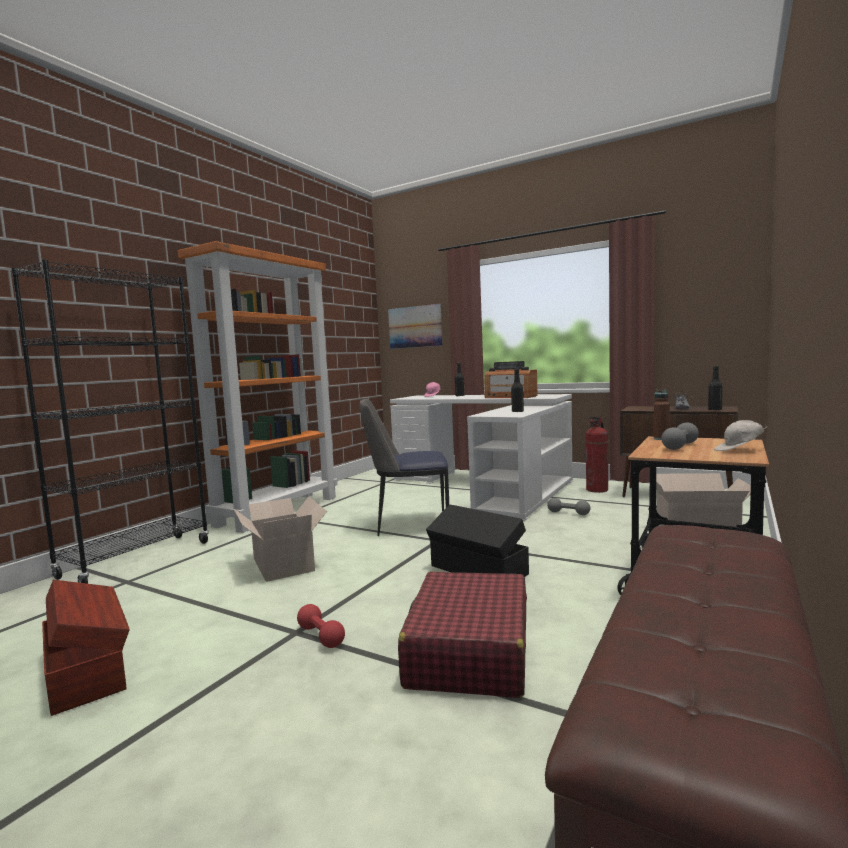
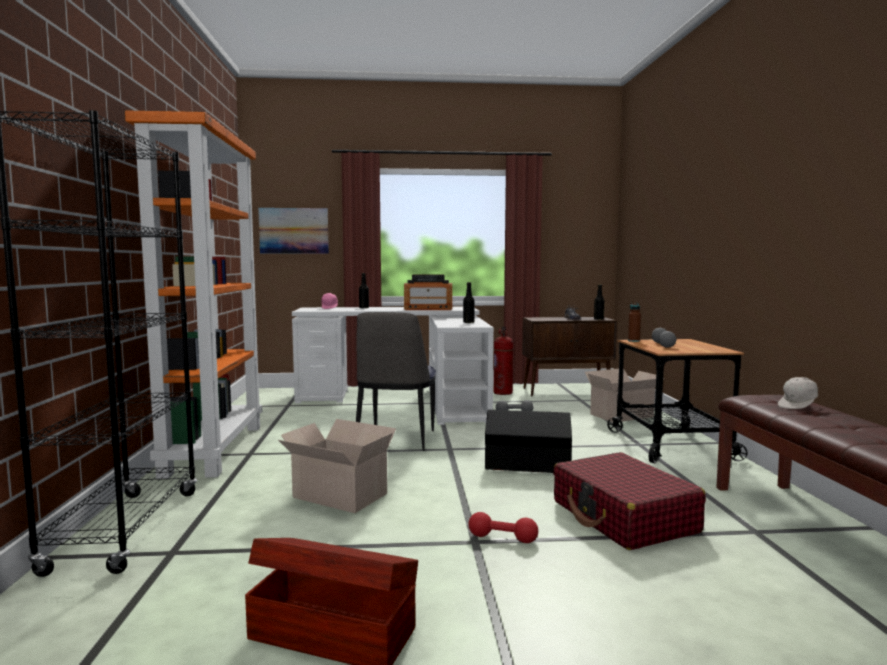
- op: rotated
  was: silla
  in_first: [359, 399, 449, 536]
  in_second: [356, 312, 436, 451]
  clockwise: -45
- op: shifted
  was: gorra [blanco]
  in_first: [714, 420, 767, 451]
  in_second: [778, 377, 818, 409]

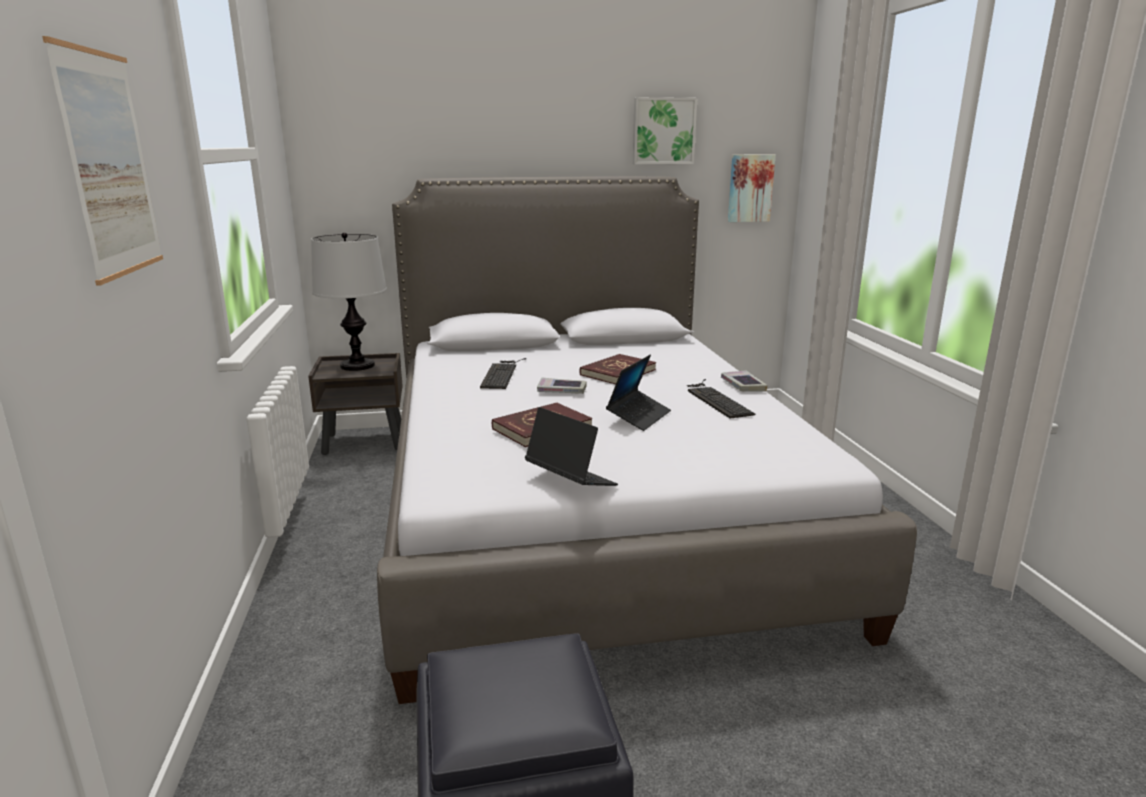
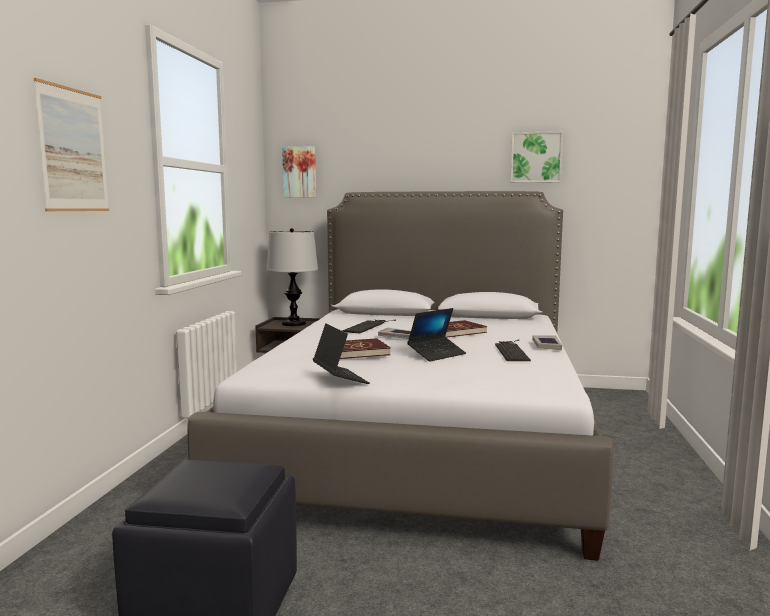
- op: shifted
  was: cuadro
  in_first: [728, 155, 776, 222]
  in_second: [282, 146, 316, 198]

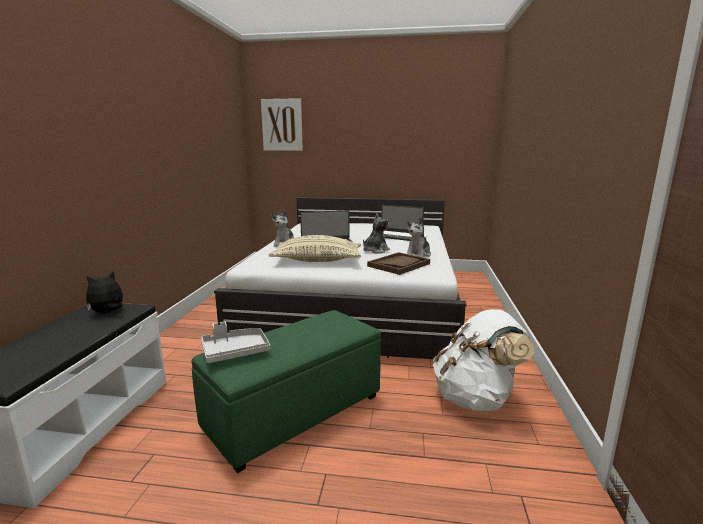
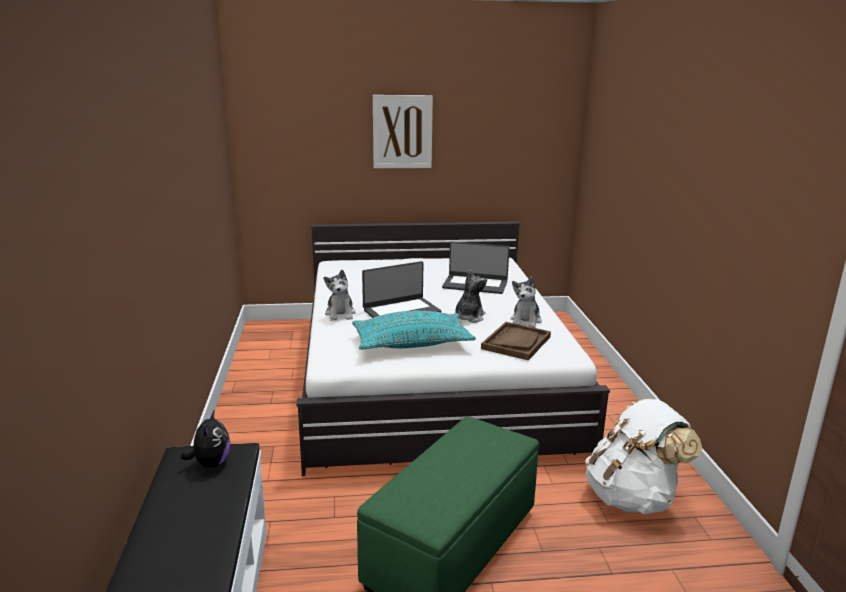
- op: rotated
  was: peluche
  in_first: [86, 270, 123, 313]
  in_second: [181, 411, 230, 467]
  clockwise: 150
- op: gone
  was: bandeja [gris]
  in_first: [201, 322, 270, 363]
- op: shifted
  was: cuadro
  in_first: [261, 98, 303, 151]
  in_second: [373, 95, 433, 168]
- op: repainted
  was: cojín [beis]
  now: cojín [turquesa]
  in_first: [268, 235, 361, 262]
  in_second: [352, 311, 476, 350]

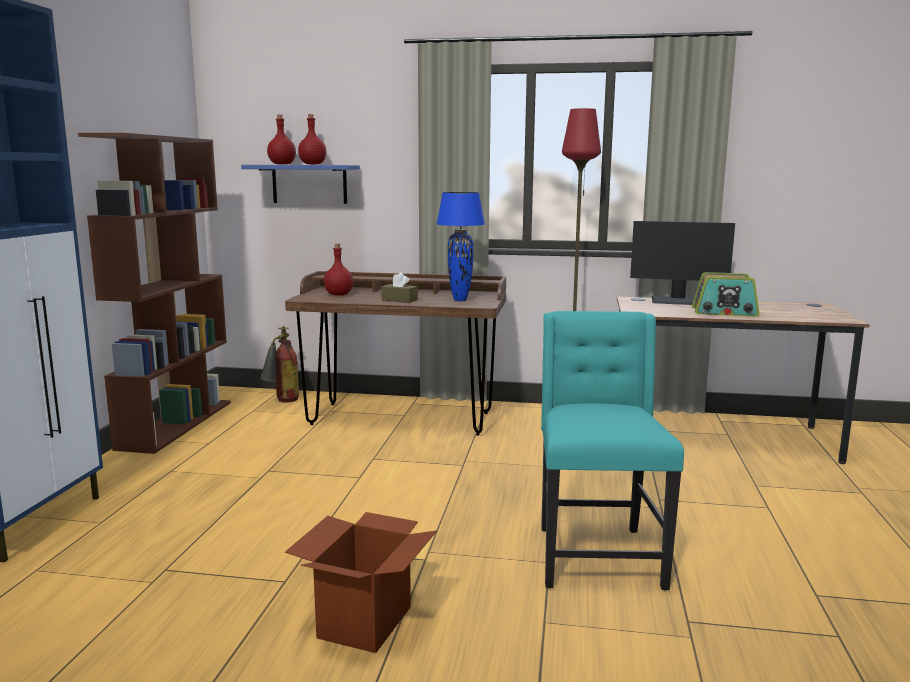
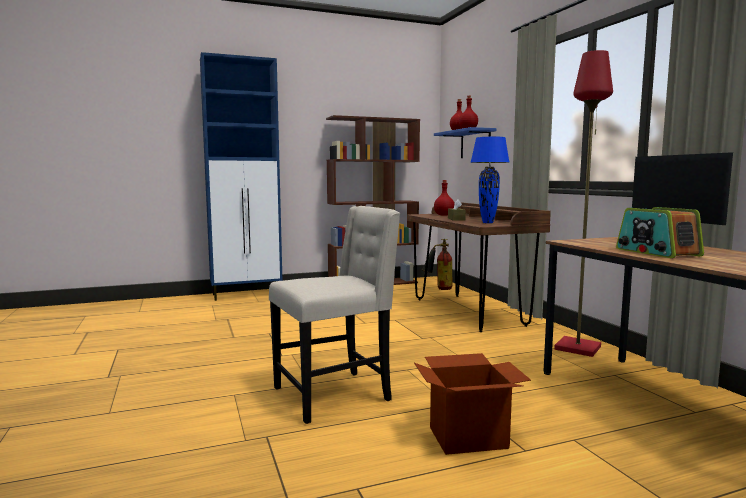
- op: shifted
  was: caja de cartón
  in_first: [285, 512, 437, 653]
  in_second: [414, 353, 531, 455]
- op: repainted
  was: silla [turquesa]
  now: silla [beis]
  in_first: [541, 311, 684, 590]
  in_second: [269, 206, 400, 424]

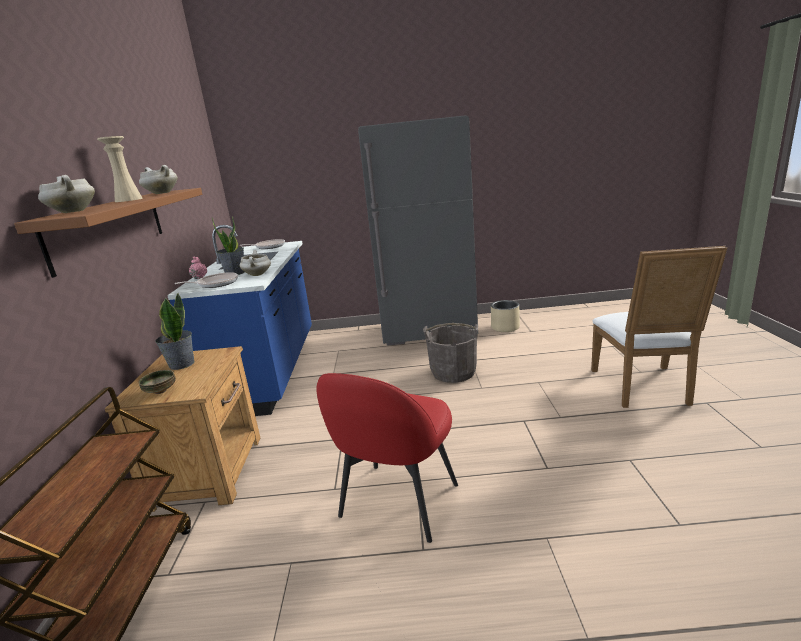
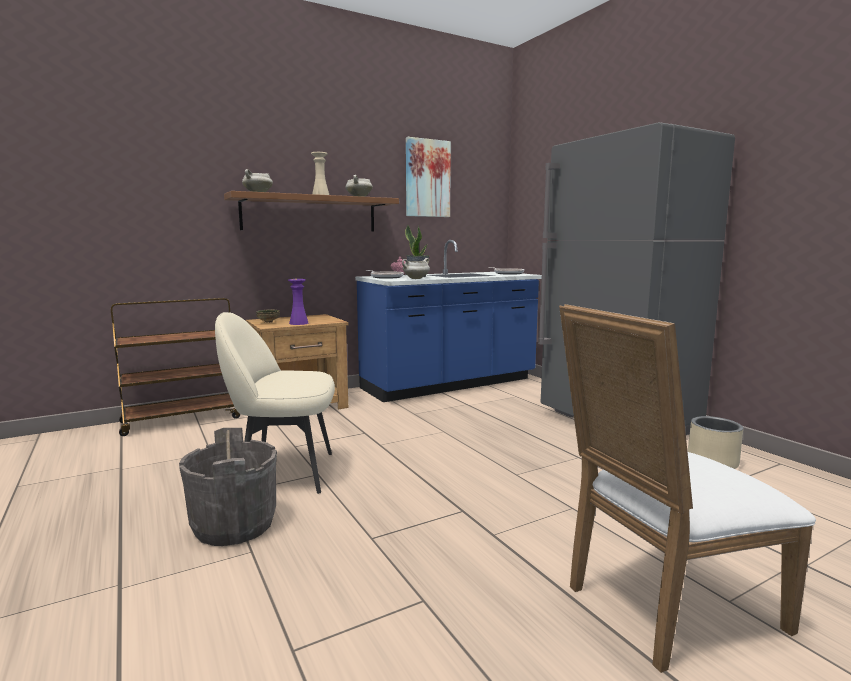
- op: gone
  was: planta en maceta
  in_first: [155, 293, 195, 370]
- op: repainted
  was: silla [rojo]
  now: silla [beis]
  in_first: [317, 373, 458, 543]
  in_second: [215, 312, 335, 494]
- op: shifted
  was: cubo [gris]
  in_first: [423, 323, 478, 383]
  in_second: [179, 428, 277, 546]
- op: new
  now: florero [morado]
  in_second: [288, 279, 308, 325]
- op: new
  now: cuadro
  in_second: [406, 137, 451, 217]

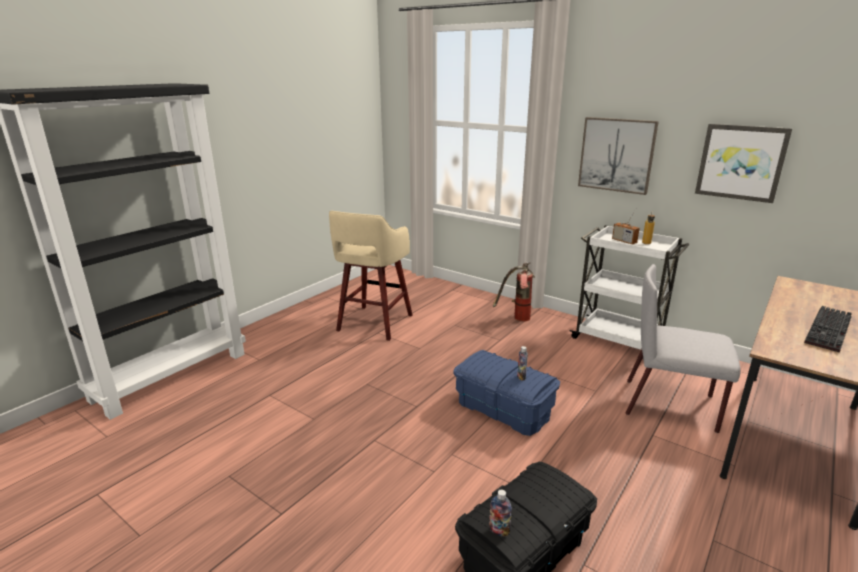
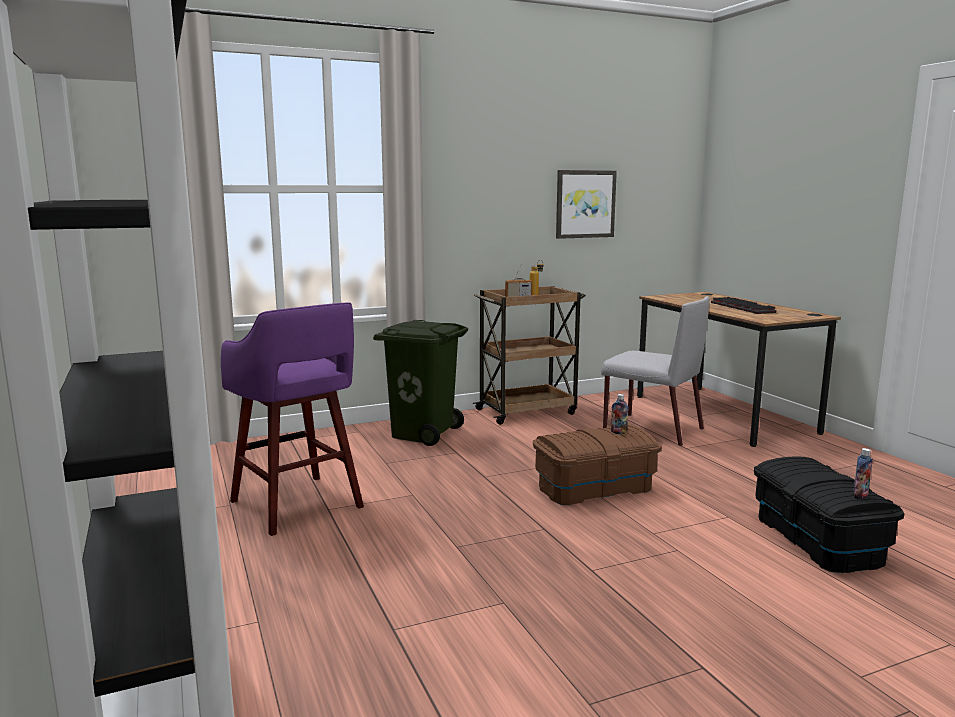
- op: repainted
  was: taburete [beis]
  now: taburete [morado]
  in_first: [329, 211, 413, 341]
  in_second: [221, 302, 364, 536]
- op: repainted
  was: caja de almacenaje [azul]
  now: caja de almacenaje [marrón]
  in_first: [453, 350, 560, 436]
  in_second: [533, 425, 662, 505]
- op: swapped
  was: extintor
  now: papelera [verde]
  in_first: [493, 262, 535, 322]
  in_second: [373, 320, 468, 446]
- op: repainted
  was: carrito [blanco]
  now: carrito [marrón]
  in_first: [570, 225, 689, 359]
  in_second: [473, 286, 586, 425]
- op: gone
  was: cuadro
  in_first: [578, 117, 659, 195]
- op: rotated
  was: silla [gris]
  in_first: [626, 264, 741, 433]
  in_second: [601, 296, 710, 446]
  clockwise: -105

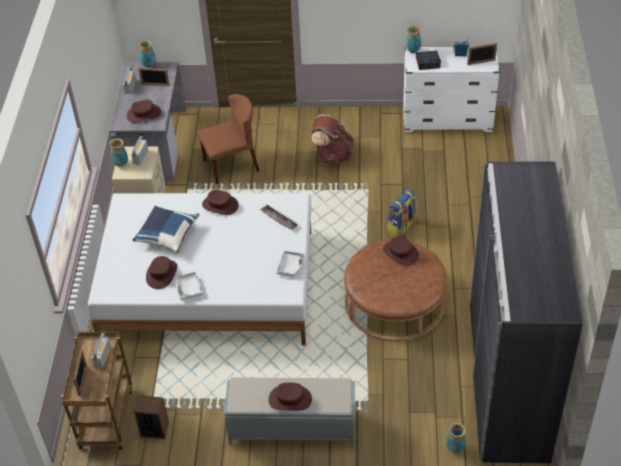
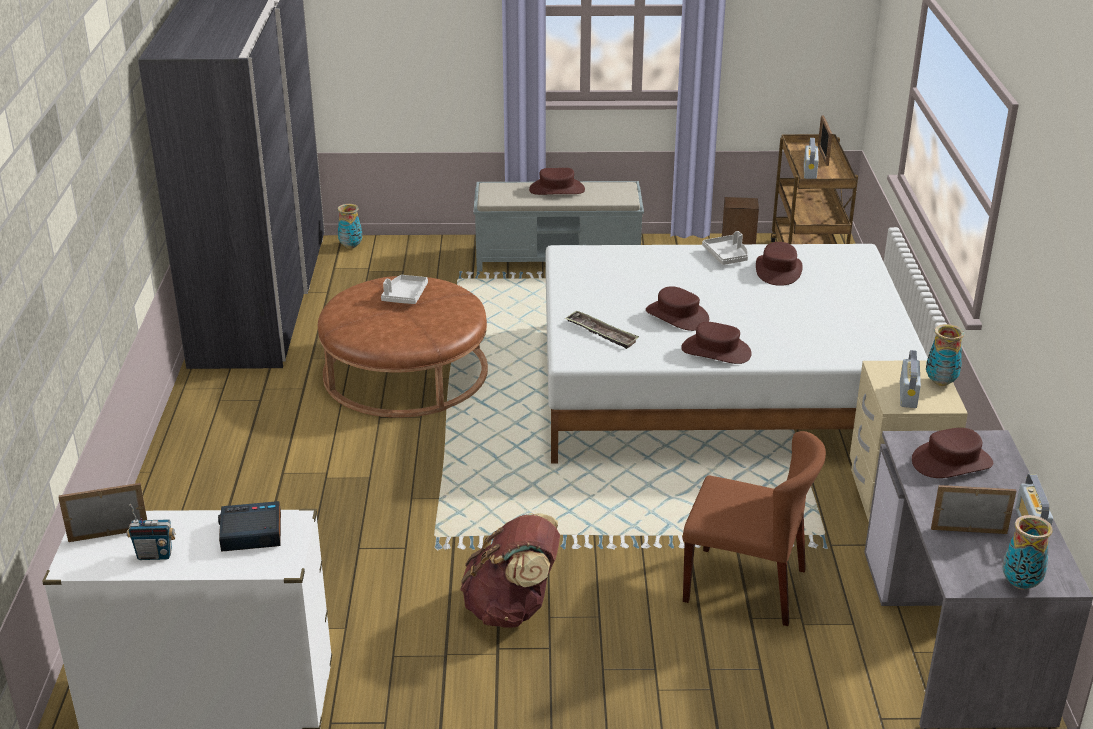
- op: gone
  was: cojín [azul]
  in_first: [132, 205, 199, 253]
- op: rotated
  was: silla [marrón]
  in_first: [197, 94, 259, 184]
  in_second: [683, 431, 826, 626]
  clockwise: -135
- op: shifted
  was: bandeja [gris]
  in_first: [277, 251, 305, 277]
  in_second: [381, 275, 428, 304]
- op: shifted
  was: sombrero [marrón]
  in_first: [383, 236, 419, 266]
  in_second: [646, 286, 709, 331]
- op: gone
  was: mochila
  in_first: [387, 189, 416, 237]
- op: gone
  was: florero
  in_first: [406, 26, 421, 53]

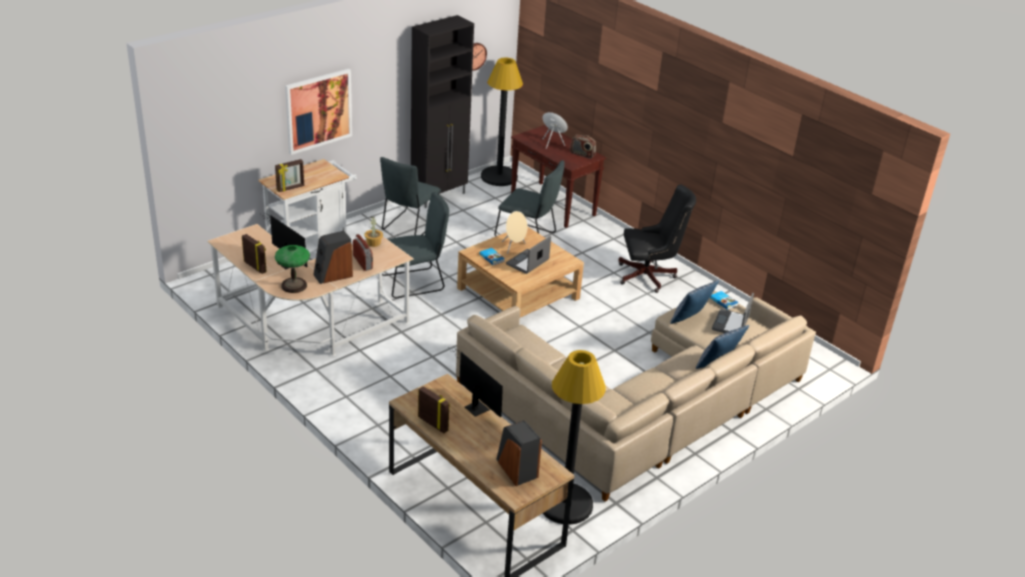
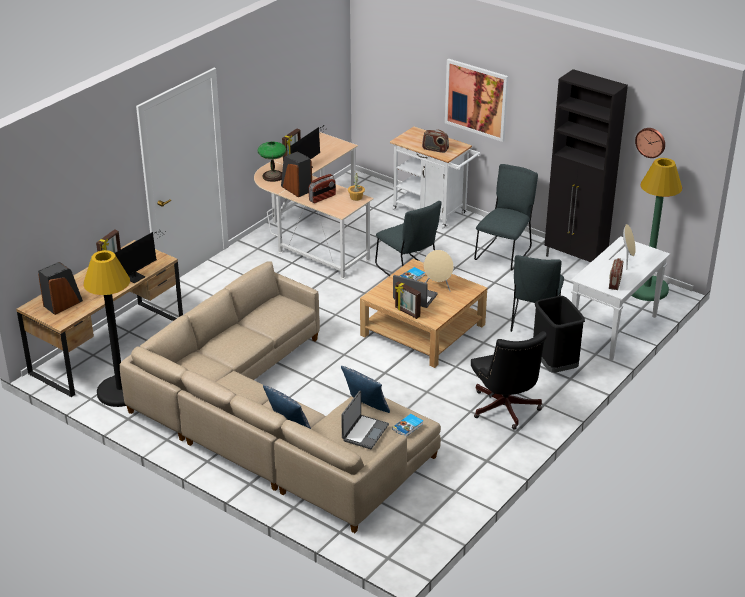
- op: shifted
  was: portarretratos
  in_first: [275, 159, 304, 192]
  in_second: [395, 281, 421, 319]
- op: rotated
  was: silla [gris]
  in_first: [380, 157, 441, 235]
  in_second: [474, 164, 538, 270]
  clockwise: 105
- op: repainted
  was: lámpara de pie [negro]
  now: lámpara de pie [verde]
  in_first: [481, 58, 523, 186]
  in_second: [632, 158, 682, 301]
- op: repainted
  was: mesa consola [marrón]
  now: mesa consola [blanco]
  in_first: [511, 125, 606, 228]
  in_second: [571, 236, 670, 361]
- op: rotated
  was: portátil
  in_first: [712, 293, 754, 333]
  in_second: [341, 391, 389, 449]
  clockwise: 105
- op: new
  now: radio
  in_second: [422, 130, 449, 153]
- op: new
  now: papelera [negro]
  in_second: [533, 296, 585, 373]

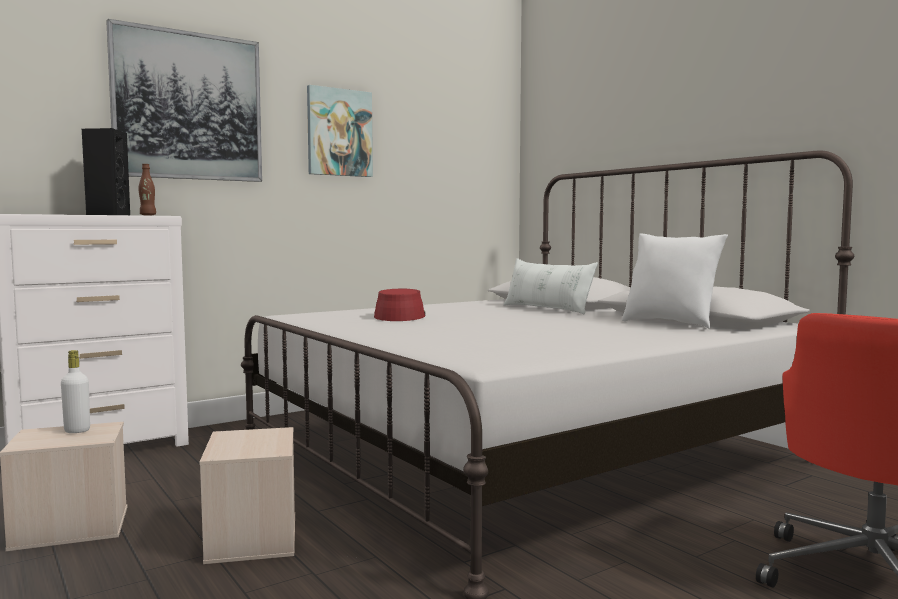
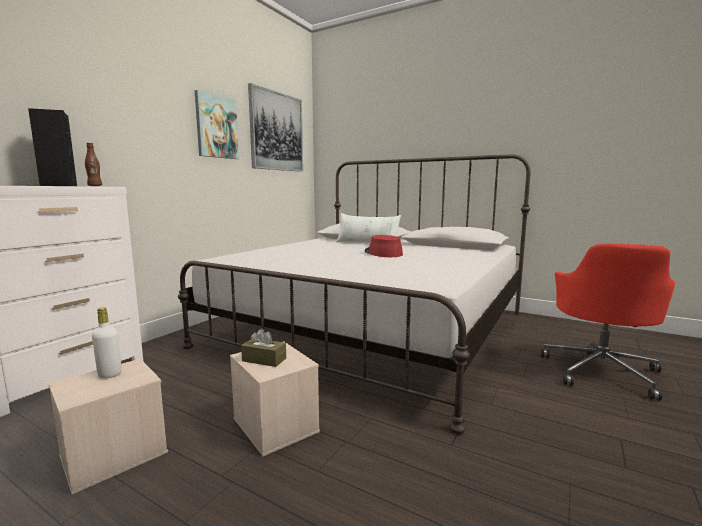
- op: shifted
  was: cuadro
  in_first: [106, 19, 262, 182]
  in_second: [248, 83, 303, 172]
- op: shifted
  was: sombrero [rojo]
  in_first: [374, 289, 425, 321]
  in_second: [365, 235, 403, 257]
- op: gone
  was: cojín [blanco]
  in_first: [622, 233, 728, 329]
- op: new
  now: caja de pañuelos [marrón]
  in_second: [241, 329, 286, 367]

